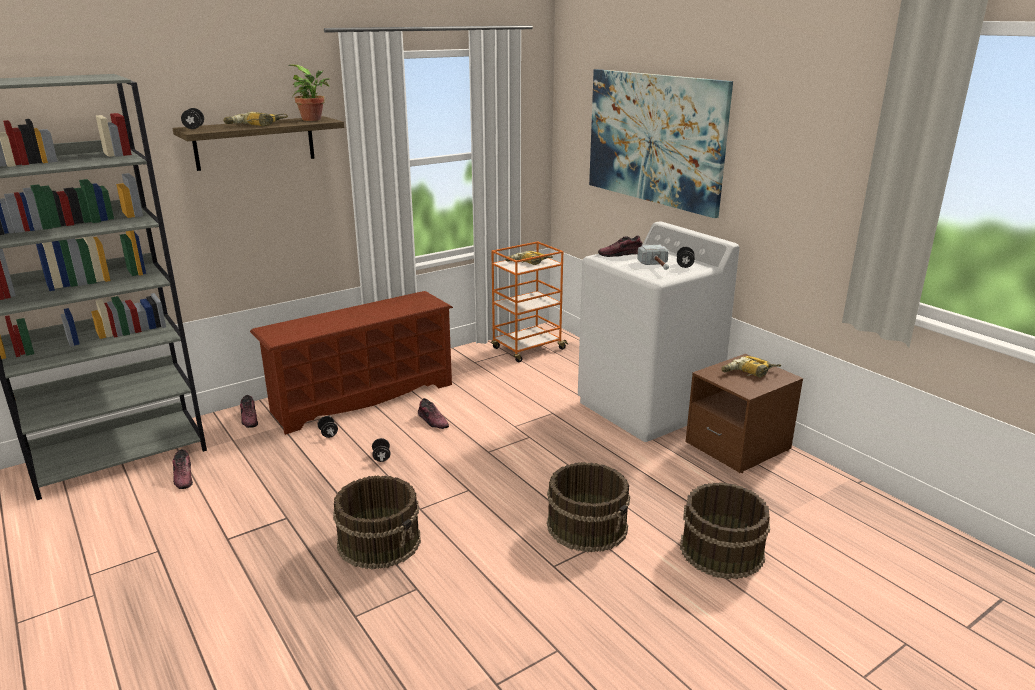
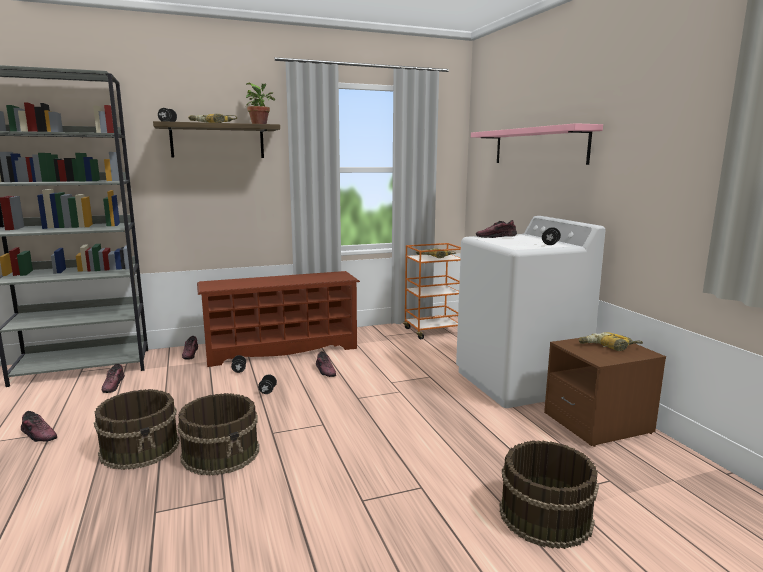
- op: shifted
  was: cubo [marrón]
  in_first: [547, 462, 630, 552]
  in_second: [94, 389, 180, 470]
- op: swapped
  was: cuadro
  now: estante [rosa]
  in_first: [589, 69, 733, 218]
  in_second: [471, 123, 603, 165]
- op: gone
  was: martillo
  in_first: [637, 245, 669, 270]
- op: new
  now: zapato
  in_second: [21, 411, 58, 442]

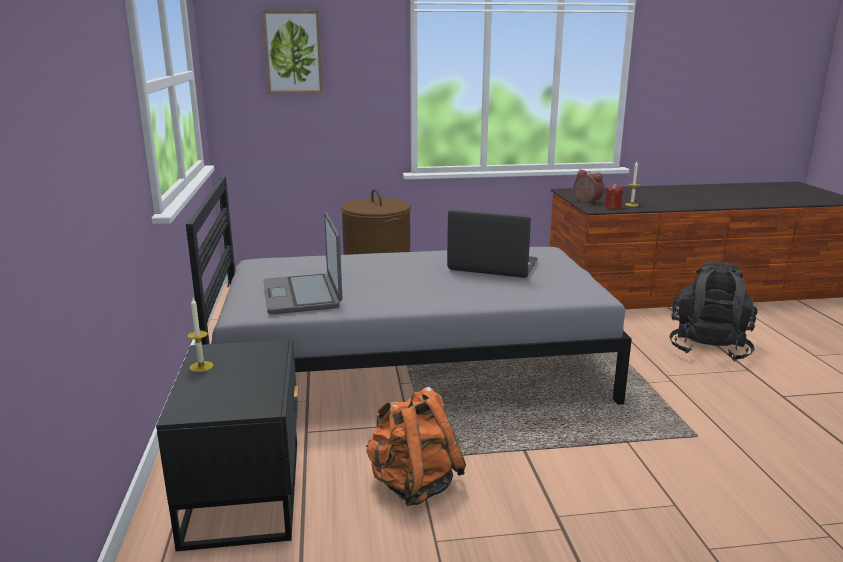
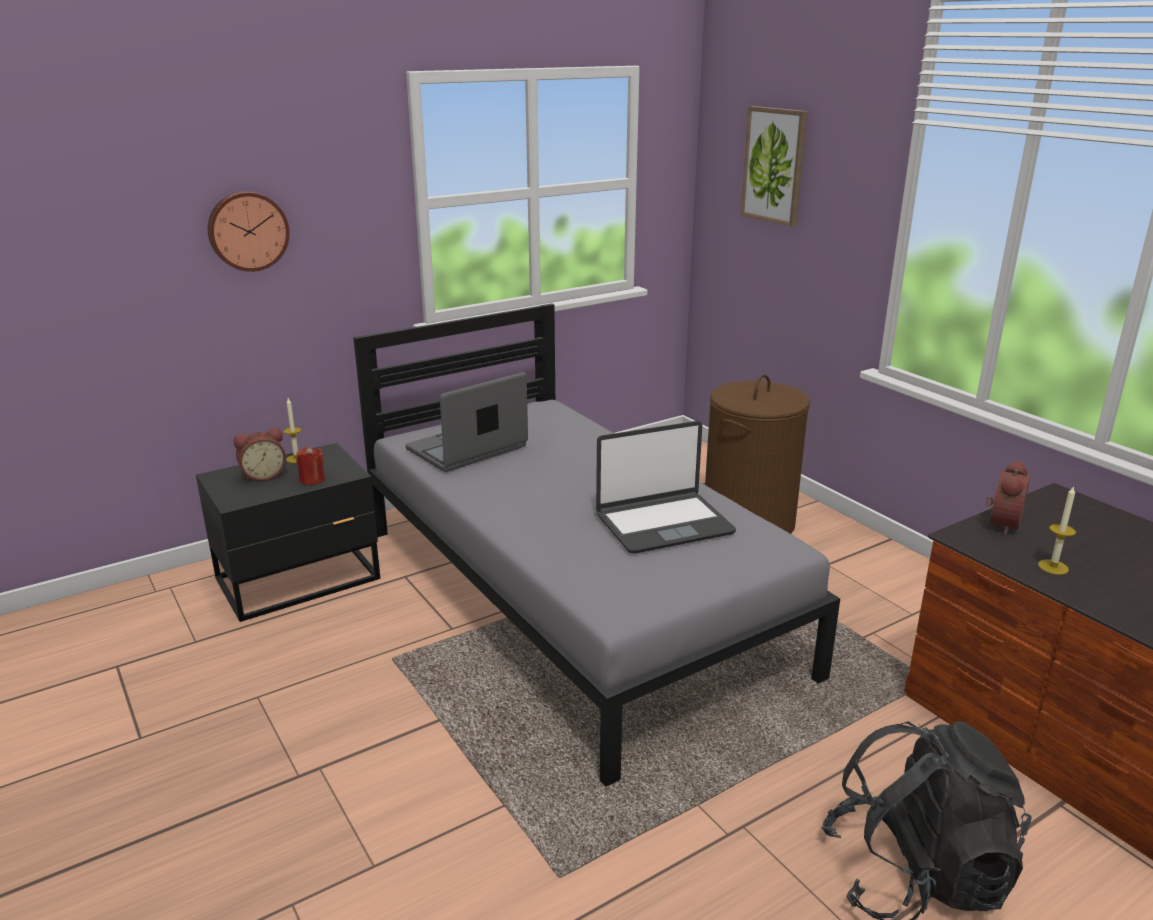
- op: gone
  was: mochila [naranja]
  in_first: [366, 387, 466, 506]
- op: rotated
  was: portátil
  in_first: [447, 209, 538, 278]
  in_second: [596, 421, 736, 554]
  clockwise: 75
- op: shifted
  was: vela [rojo]
  in_first: [605, 184, 623, 209]
  in_second: [296, 446, 325, 485]
- op: new
  now: reloj de pared
  in_second: [208, 191, 289, 272]
- op: new
  now: despertador
  in_second: [234, 428, 286, 481]

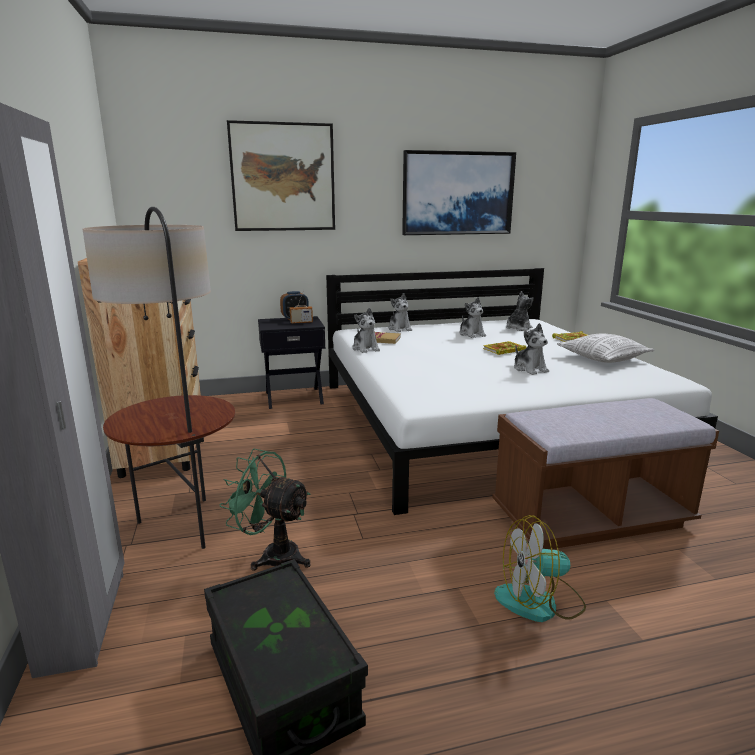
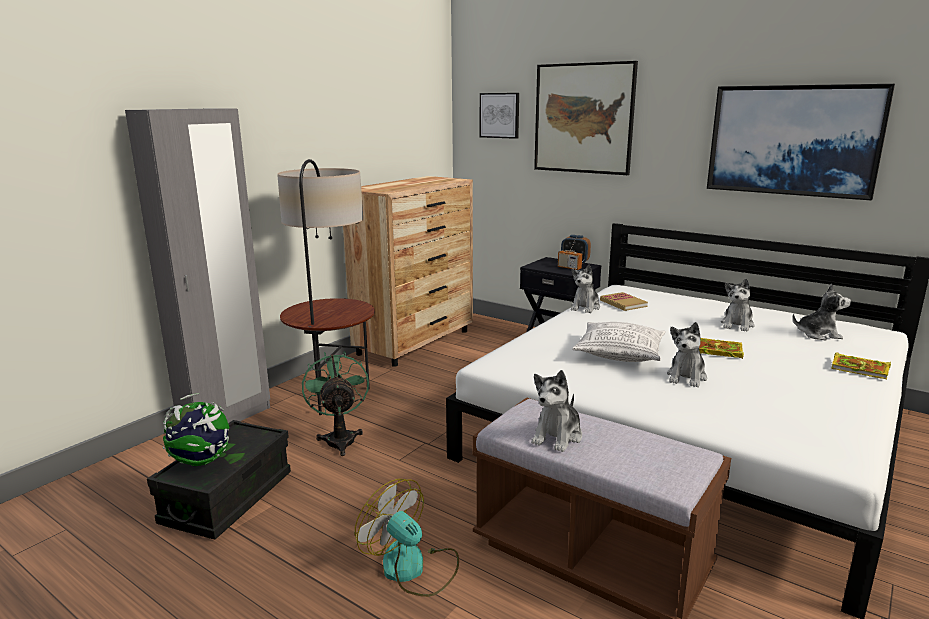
- op: shifted
  was: peluche
  in_first: [388, 293, 412, 332]
  in_second: [531, 370, 582, 452]
- op: shifted
  was: cojín
  in_first: [557, 334, 654, 363]
  in_second: [572, 322, 666, 362]
- op: new
  now: globo terráqueo
  in_second: [163, 393, 229, 466]
- op: new
  now: cuadro
  in_second: [480, 93, 519, 139]

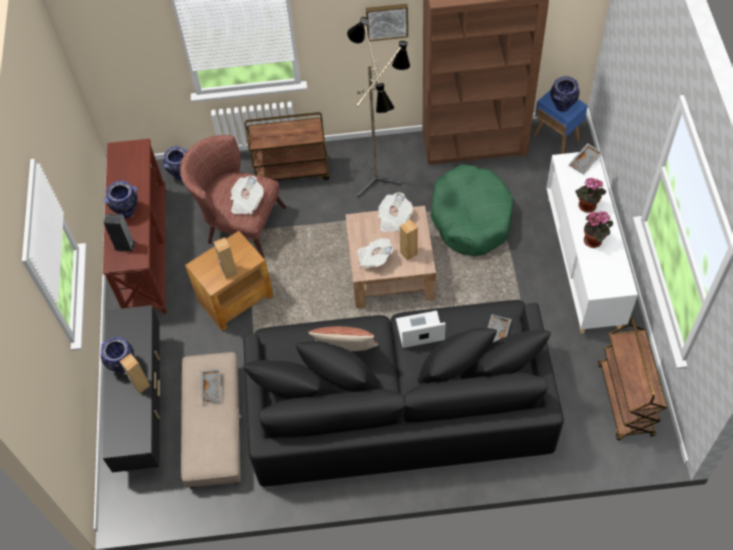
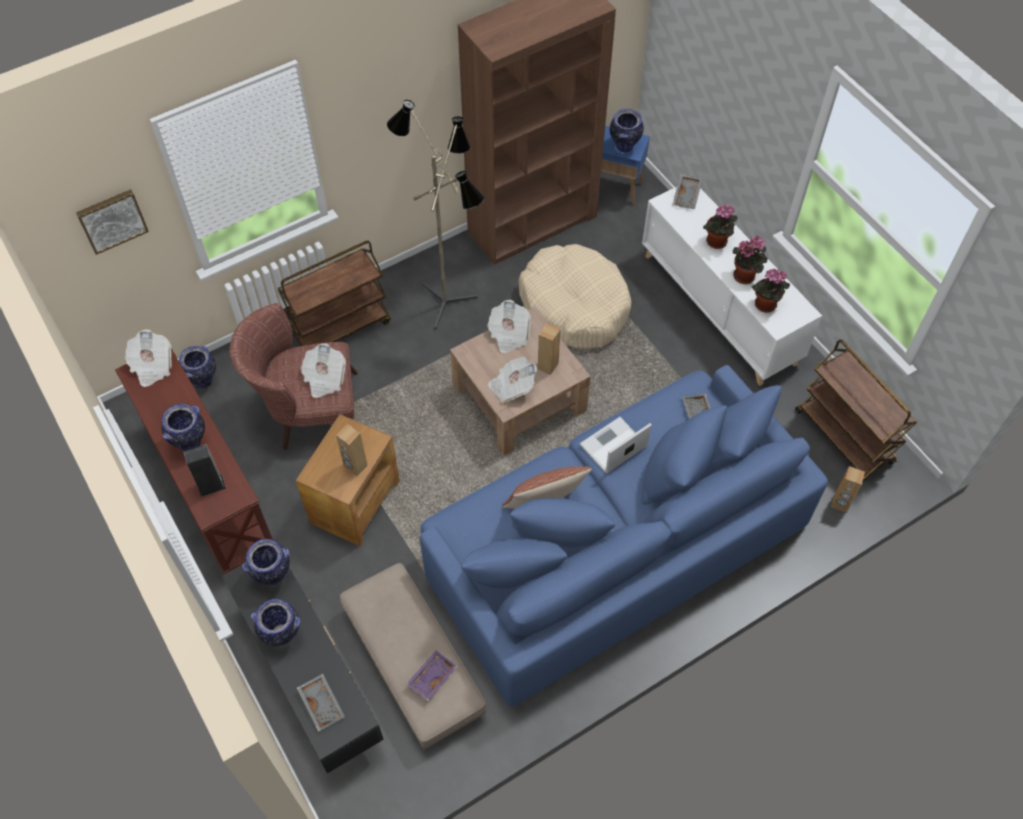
- op: shifted
  was: altavoz [marrón]
  in_first: [120, 353, 150, 394]
  in_second: [831, 466, 865, 512]
- op: shifted
  was: bandeja [gris]
  in_first: [201, 369, 222, 404]
  in_second: [297, 674, 345, 732]
- op: repainted
  was: sofá [negro]
  now: sofá [azul]
  in_first: [243, 300, 564, 486]
  in_second: [420, 365, 828, 706]
- op: shifted
  was: cuadro
  in_first: [366, 4, 408, 41]
  in_second: [76, 189, 149, 255]
- op: repainted
  was: cama para perro [verde]
  now: cama para perro [beis]
  in_first: [430, 164, 514, 256]
  in_second: [519, 244, 631, 349]
- op: new
  now: periódico
  in_second: [125, 329, 172, 387]
- op: new
  now: florero
  in_second: [242, 539, 290, 585]
- op: new
  now: bandeja [morado]
  in_second: [406, 650, 457, 701]
- op: new
  now: planta en maceta
  in_second: [752, 269, 790, 313]

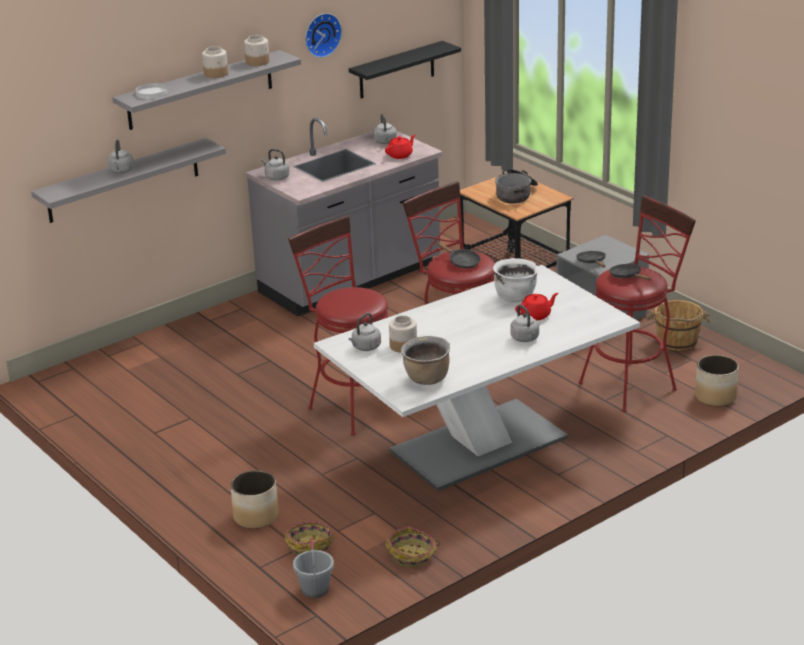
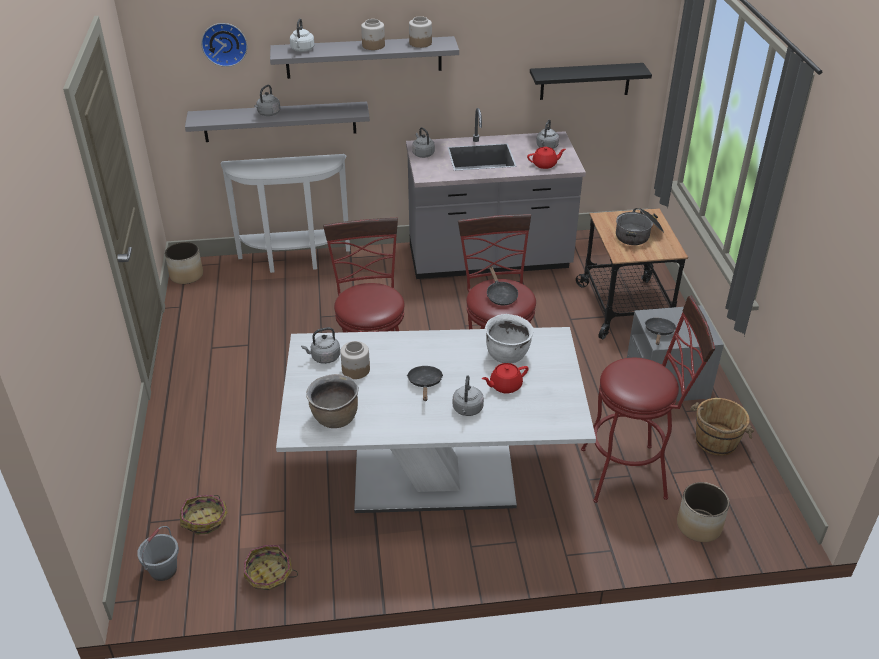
- op: swapped
  was: plato [blanco]
  now: hervidor [blanco]
  in_first: [136, 83, 167, 99]
  in_second: [290, 18, 314, 52]
- op: shifted
  was: maceta
  in_first: [230, 470, 279, 529]
  in_second: [165, 242, 203, 284]
- op: shifted
  was: reloj de pared
  in_first: [305, 13, 342, 58]
  in_second: [201, 23, 247, 67]
- op: rotated
  was: tetera [rojo]
  in_first: [515, 293, 558, 320]
  in_second: [482, 363, 529, 393]
  clockwise: 150
- op: shifted
  was: sartén [negro]
  in_first: [609, 264, 651, 280]
  in_second: [407, 366, 443, 401]
- op: new
  now: mesa consola [blanco]
  in_second: [220, 154, 350, 273]

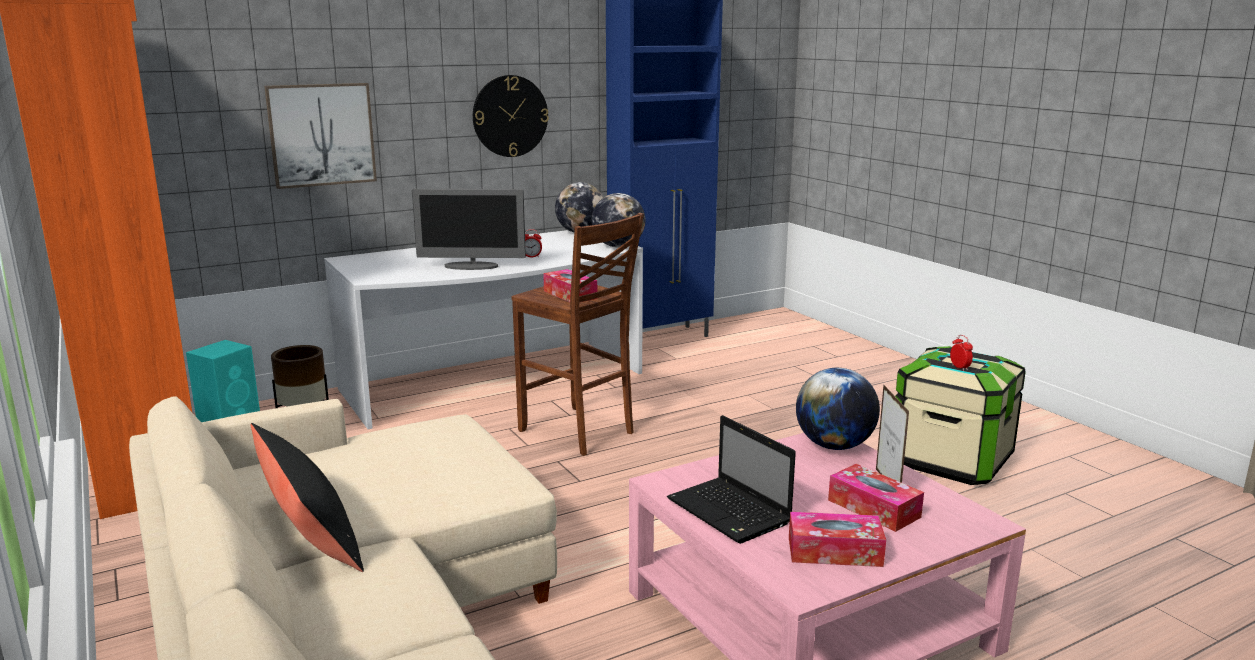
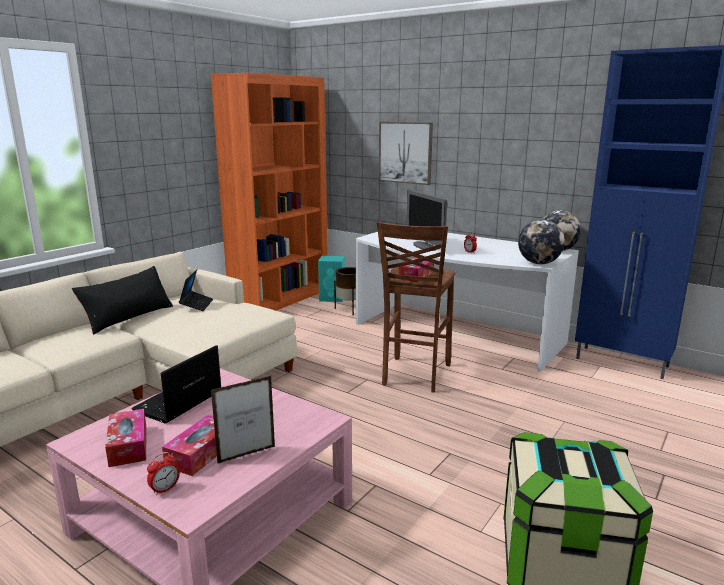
- op: gone
  was: reloj de pared
  in_first: [473, 75, 549, 157]
- op: gone
  was: globo terráqueo
  in_first: [796, 368, 880, 450]
- op: shifted
  was: despertador
  in_first: [950, 335, 973, 371]
  in_second: [147, 452, 180, 496]
- op: new
  now: portátil
  in_second: [179, 270, 213, 311]

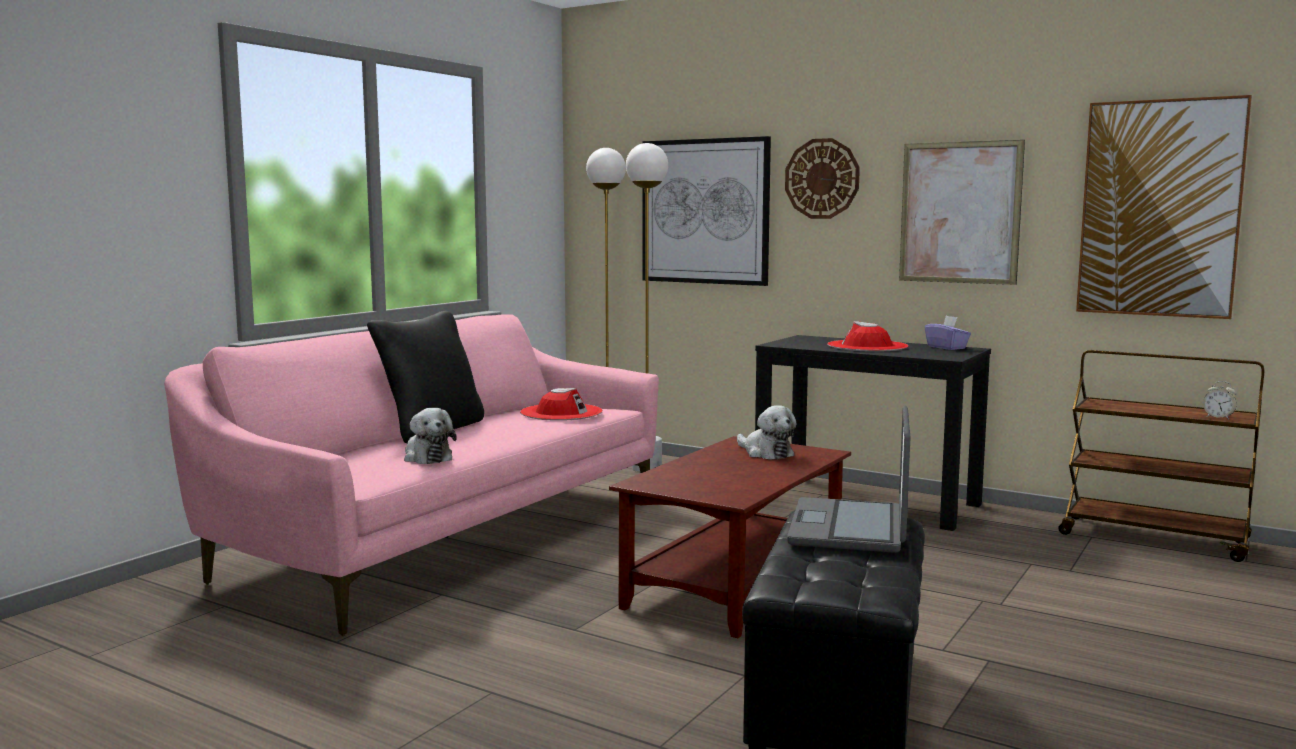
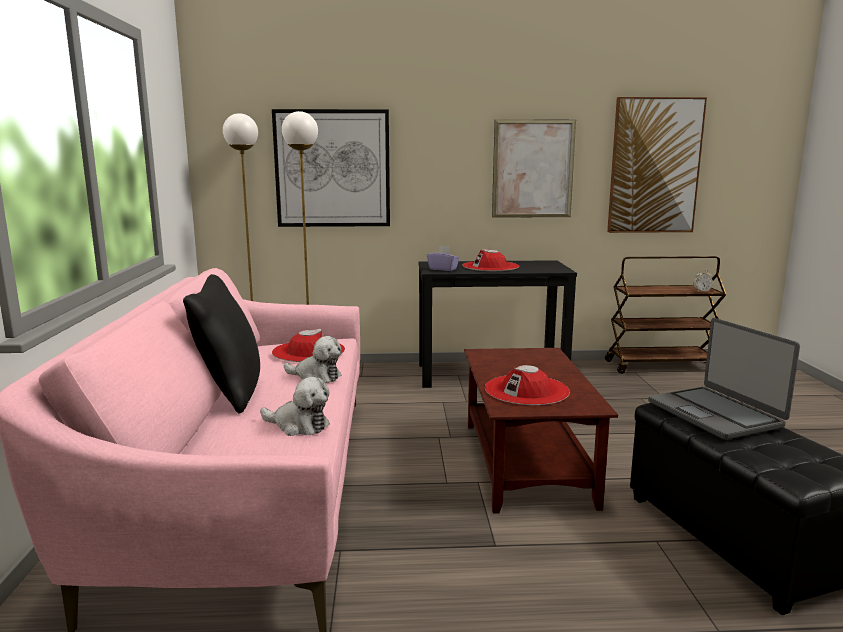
- op: shifted
  was: peluche
  in_first: [737, 406, 797, 460]
  in_second: [284, 336, 341, 383]
- op: gone
  was: reloj de pared
  in_first: [785, 138, 860, 219]
- op: shifted
  was: caja de pañuelos [morado]
  in_first: [925, 316, 971, 350]
  in_second: [427, 246, 460, 271]
- op: new
  now: sombrero [rojo]
  in_second: [485, 365, 570, 405]

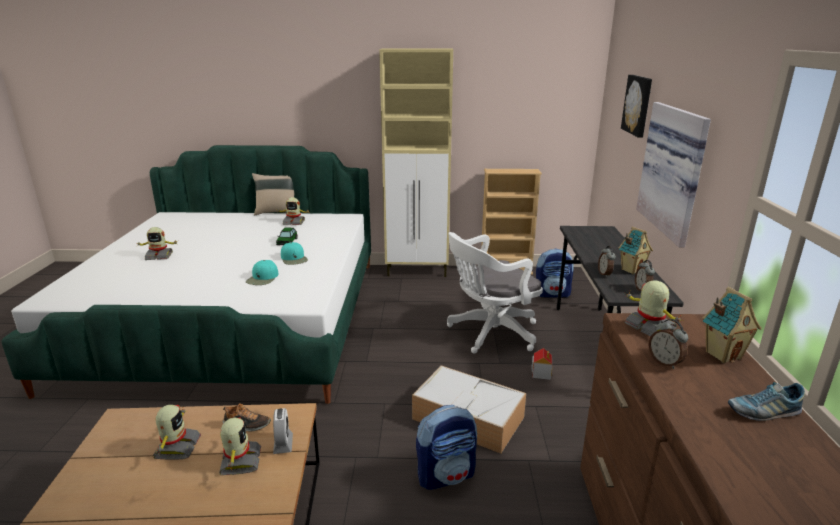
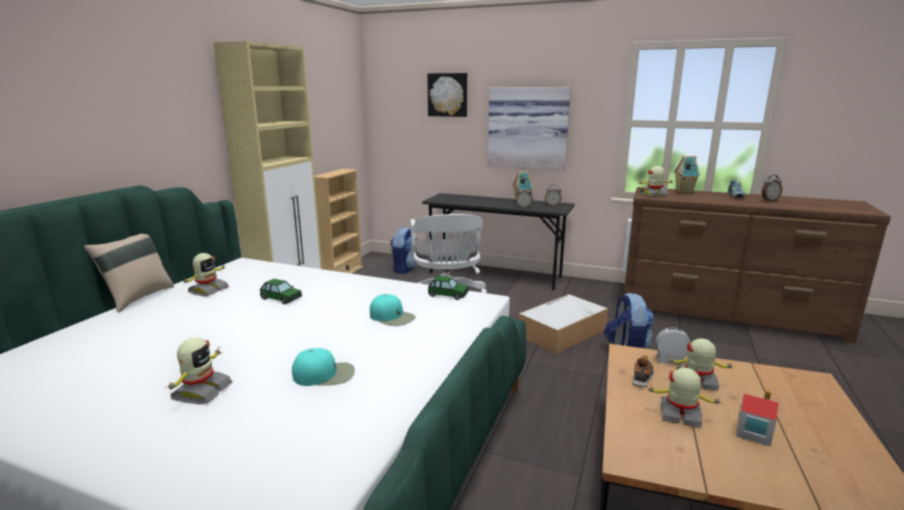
- op: shifted
  was: gorra [turquesa]
  in_first: [281, 242, 308, 265]
  in_second: [292, 348, 355, 386]
- op: shifted
  was: casita
  in_first: [532, 348, 552, 380]
  in_second: [736, 390, 779, 447]
- op: shifted
  was: despertador
  in_first: [648, 319, 688, 369]
  in_second: [762, 175, 782, 201]
- op: new
  now: coche de juguete
  in_second: [428, 276, 469, 300]

